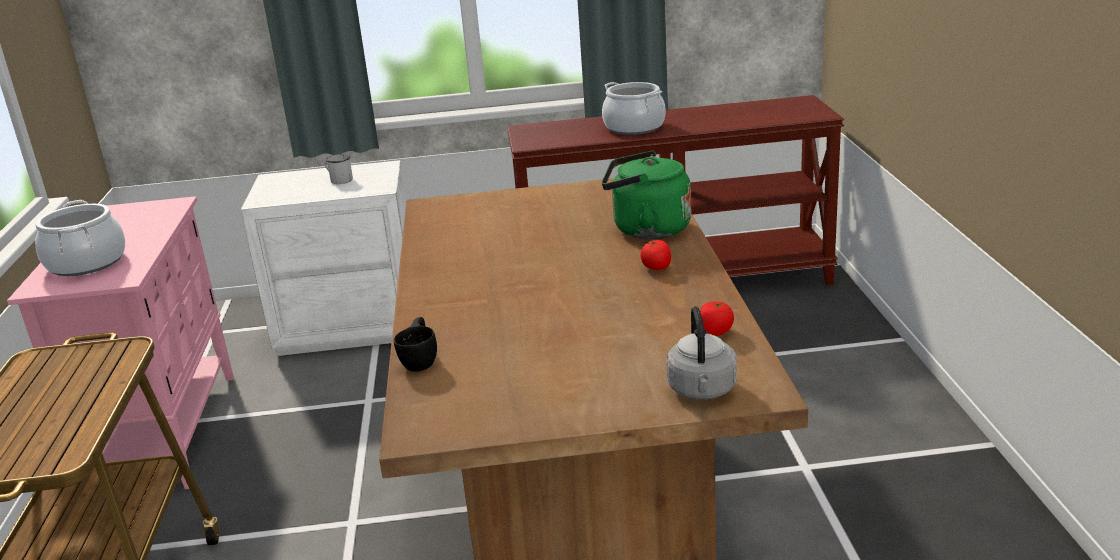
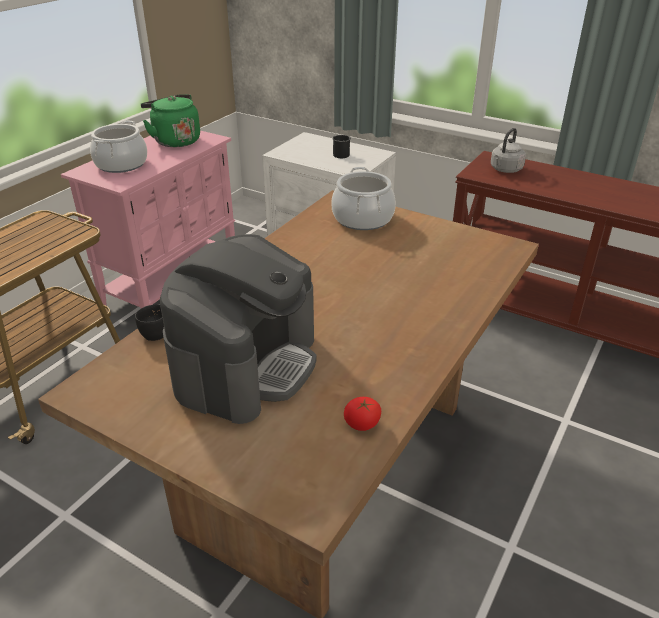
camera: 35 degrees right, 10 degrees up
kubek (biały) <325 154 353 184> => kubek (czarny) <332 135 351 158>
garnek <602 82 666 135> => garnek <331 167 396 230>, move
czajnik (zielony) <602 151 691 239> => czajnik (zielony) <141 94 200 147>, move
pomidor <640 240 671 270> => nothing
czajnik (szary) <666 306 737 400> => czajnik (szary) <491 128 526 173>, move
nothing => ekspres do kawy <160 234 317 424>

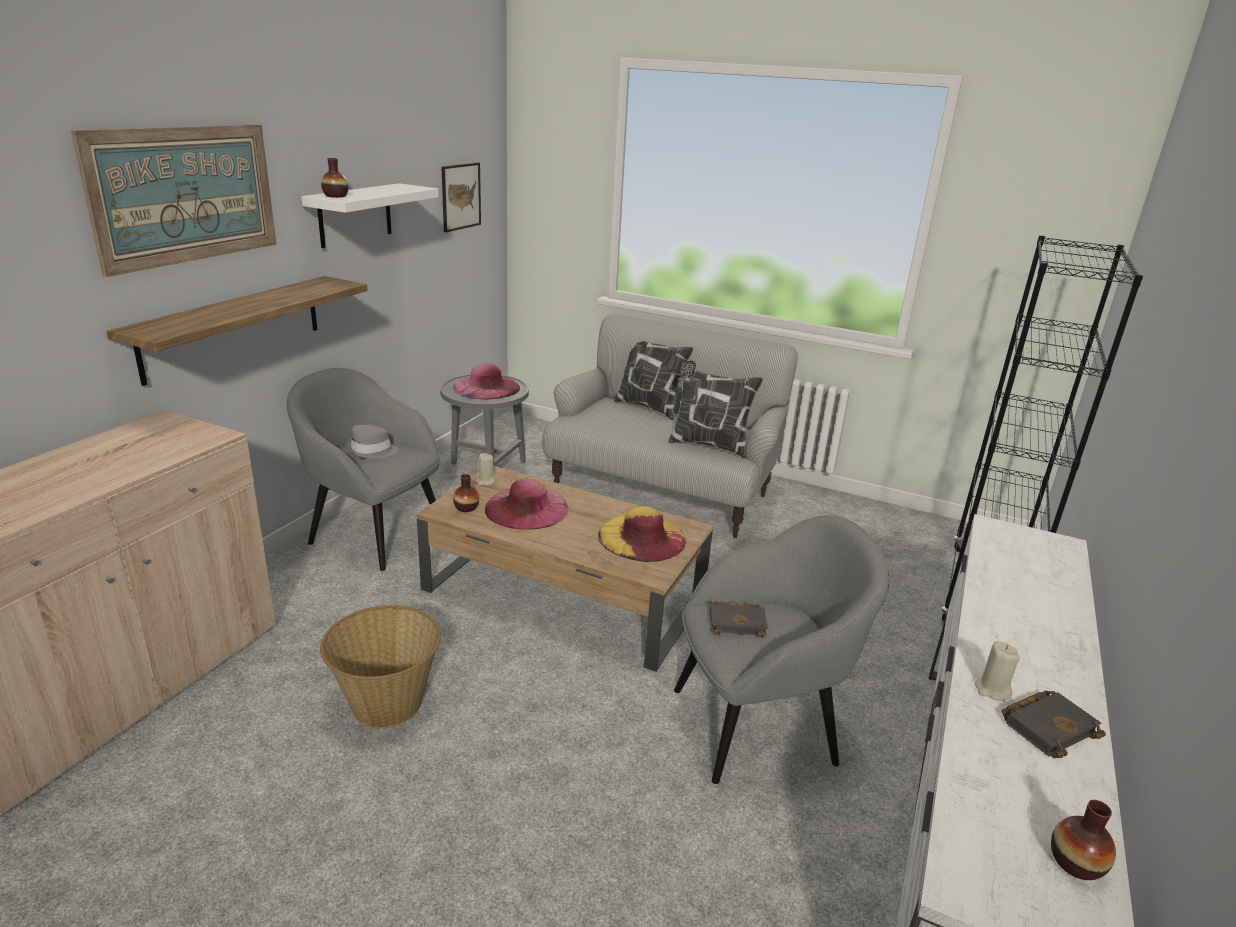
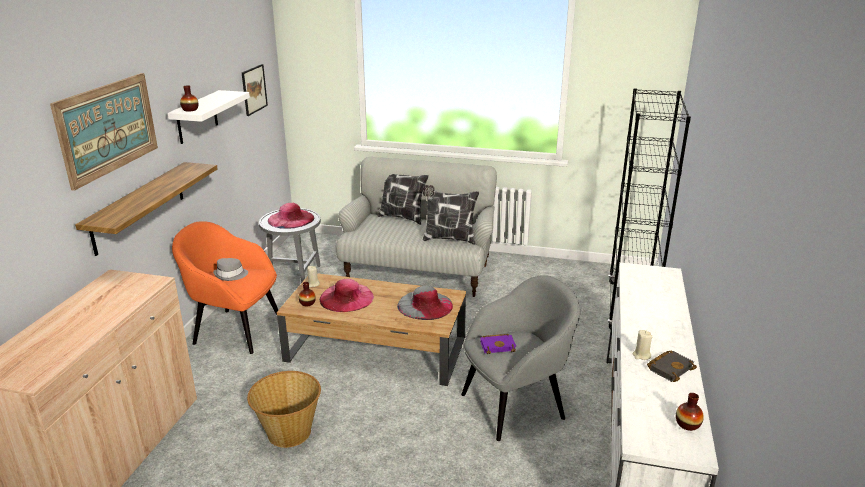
camera: 10 degrees left, 0 degrees up
fotel (szary) <287 368 441 571> => fotel (pomarańczowy) <172 221 278 354>
kapelusz (żółty) <598 506 686 562> => kapelusz (szary) <397 286 453 320>
książka (czarny) <710 601 768 638> => książka (fioletowy) <480 334 516 354>

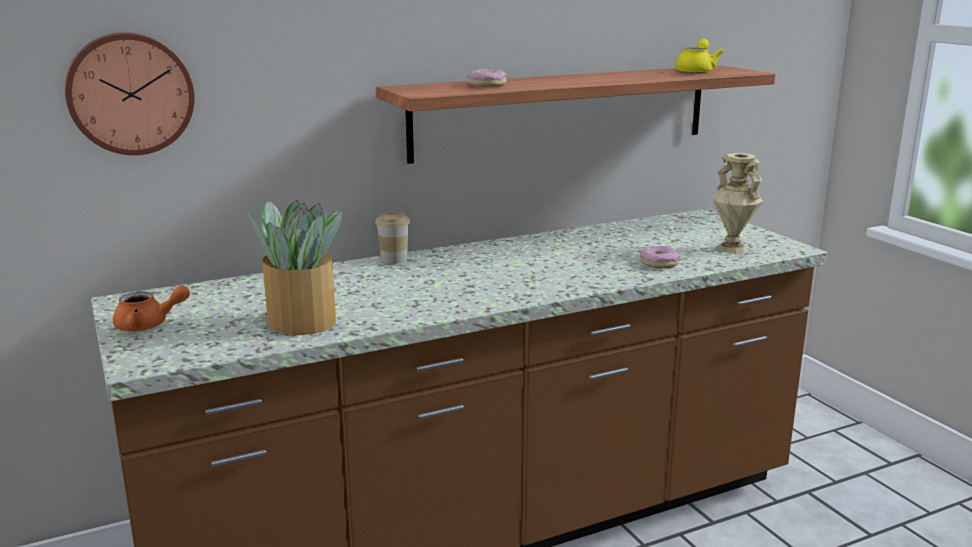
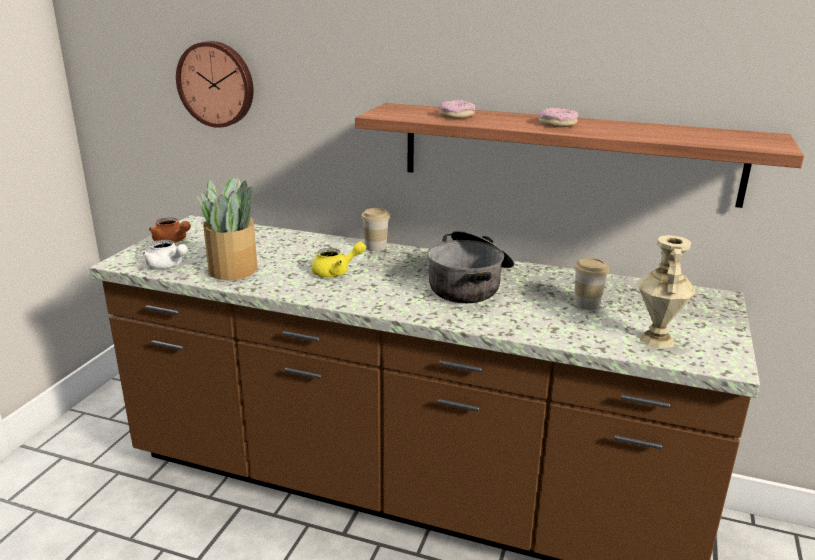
camera: 45 degrees right, 5 degrees up
donut <640 246 680 268> => donut <539 108 578 127>, move
imbryk (żółty) <675 39 724 73> => imbryk (żółty) <311 242 366 277>, move
nothing => imbryk (biały) <142 240 188 269>
nothing => garnek <427 231 514 303>
nothing => filiżanka <574 258 609 310>

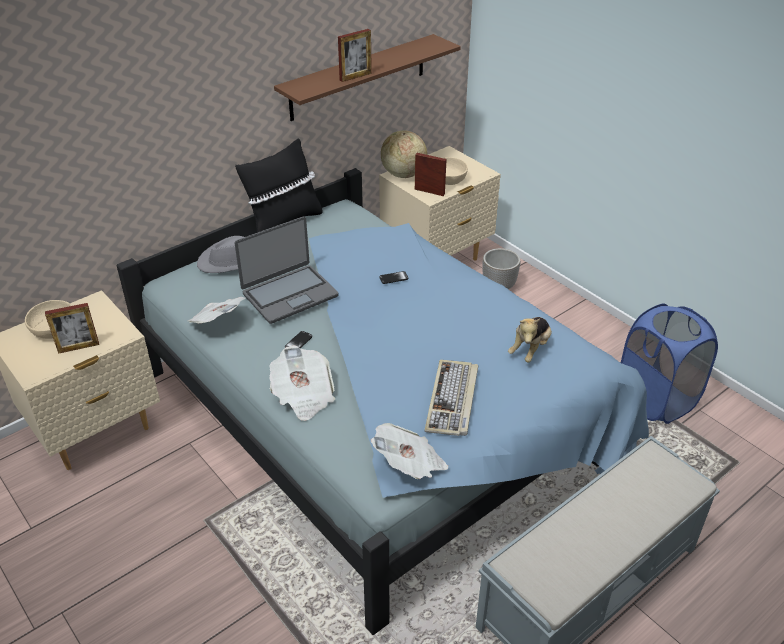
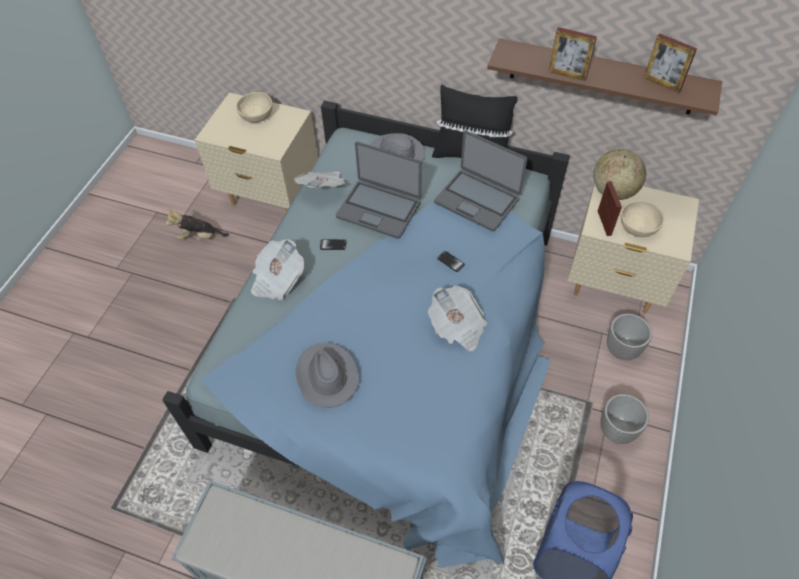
camera: 60 degrees right, 15 degrees up
ramka na zdjęcie <45 303 99 354> => ramka na zdjęcie <644 34 697 93>, move
gazeta <370 423 448 480> => gazeta <428 286 487 351>, move
klawiatura <425 360 478 436> => kapelusz (szary) <295 343 359 408>
pluszak <508 317 552 362> => pluszak <165 209 229 240>, move
nothing => laptop <434 130 527 231>
nothing => donica <600 394 649 444>

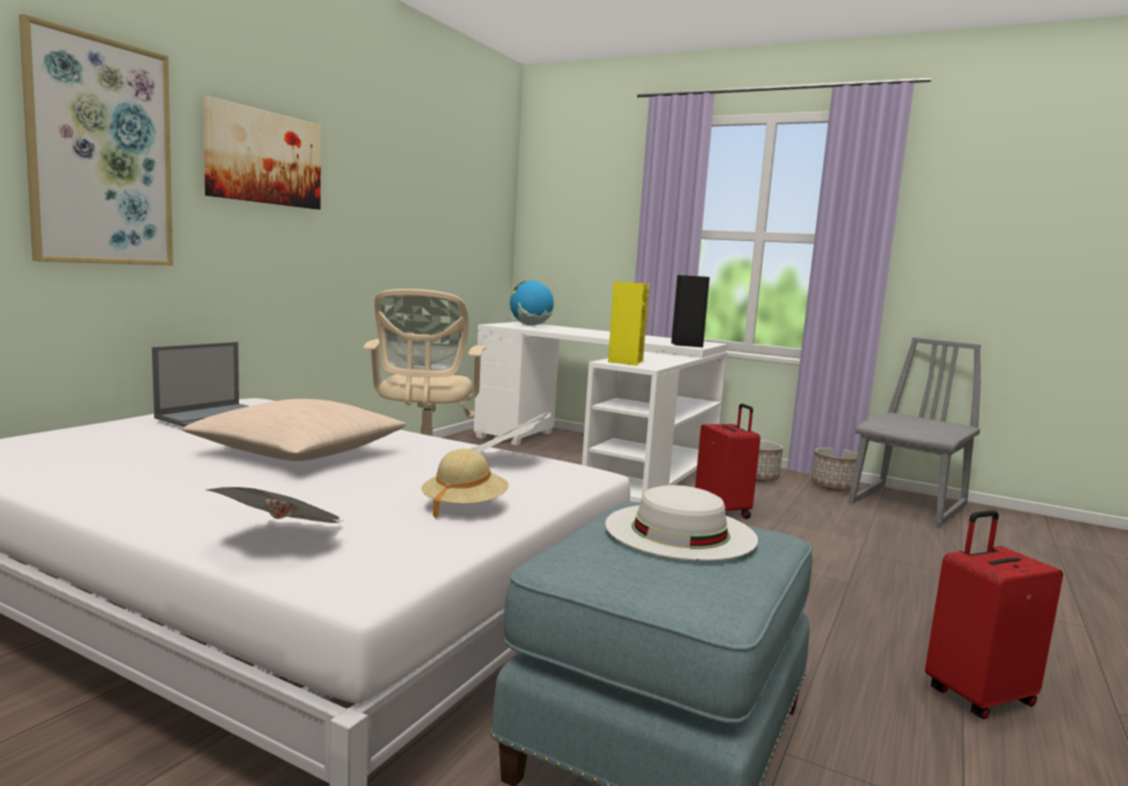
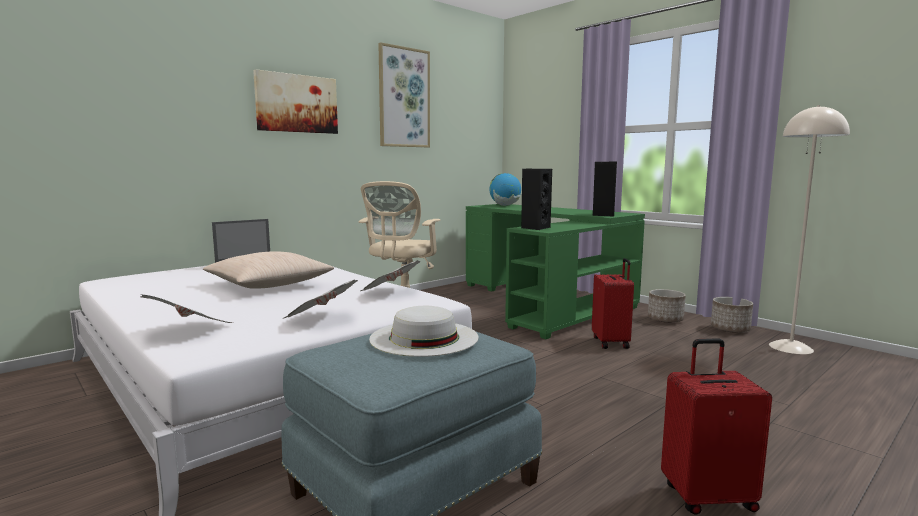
camera: 20 degrees right, 0 degrees up
obraz <19 14 173 265> => obraz <378 42 430 147>, move
kapelusz (beżowy) <421 449 509 519> => gazeta <284 279 358 318>
biurko (biały) <474 322 728 502> => biurko (zielony) <466 204 645 339>
głośnik (żółty) <608 282 649 366> => głośnik (czarny) <521 169 552 230>
krzesło (szary) <849 337 981 526> => lampa stojąca (beżowy) <769 105 850 354>

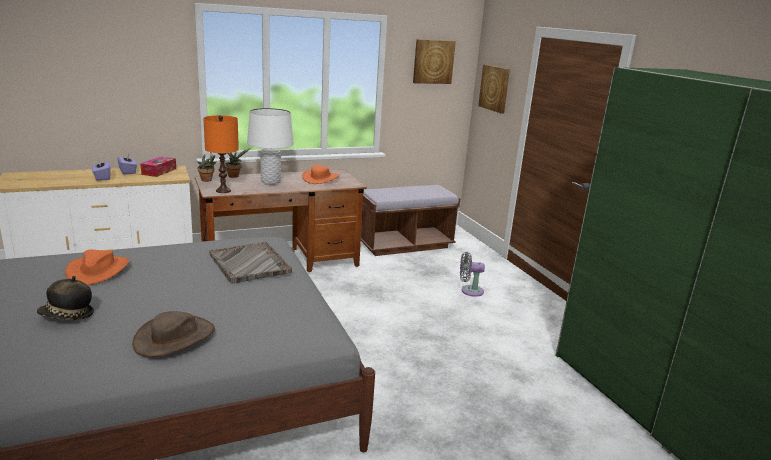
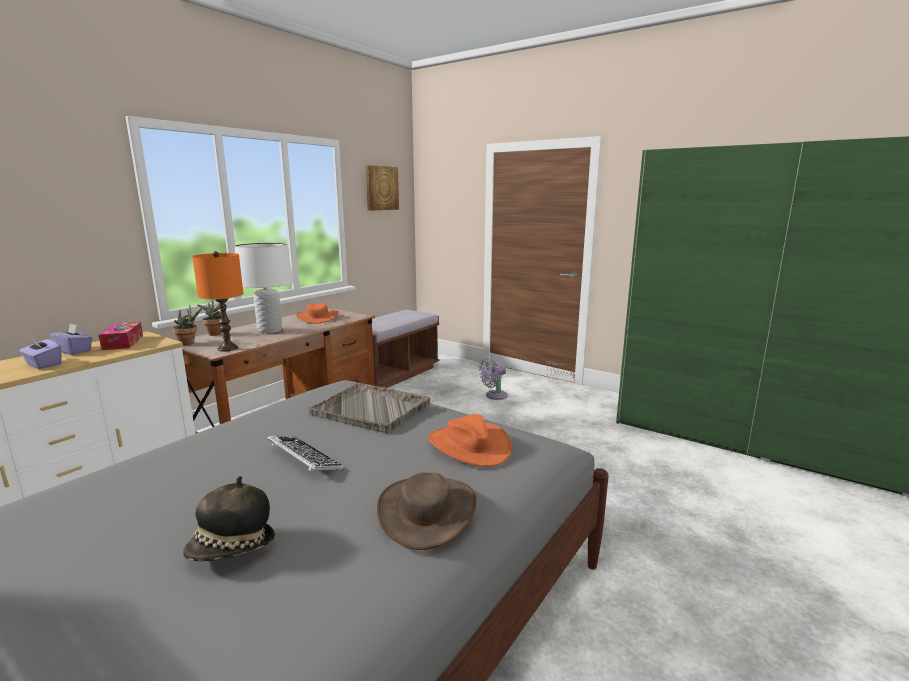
camera: 30 degrees left, 5 degrees down
kapelusz (pomarańczowy) <65 250 129 285> => kapelusz (pomarańczowy) <428 414 512 467>, move
obraz <478 64 510 113> => nothing
nothing => klawiatura <267 436 344 471>

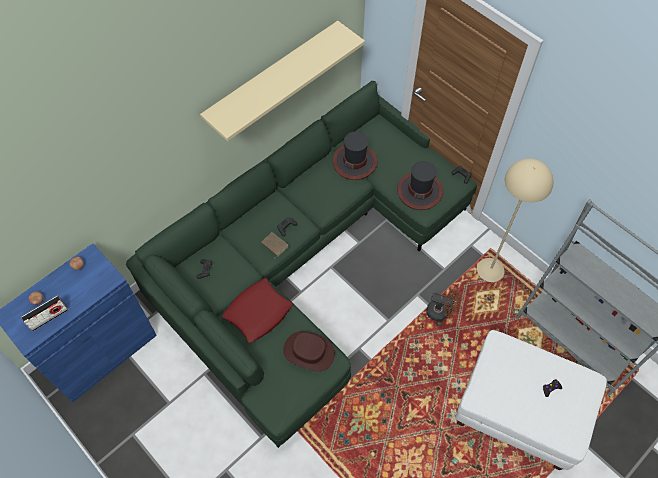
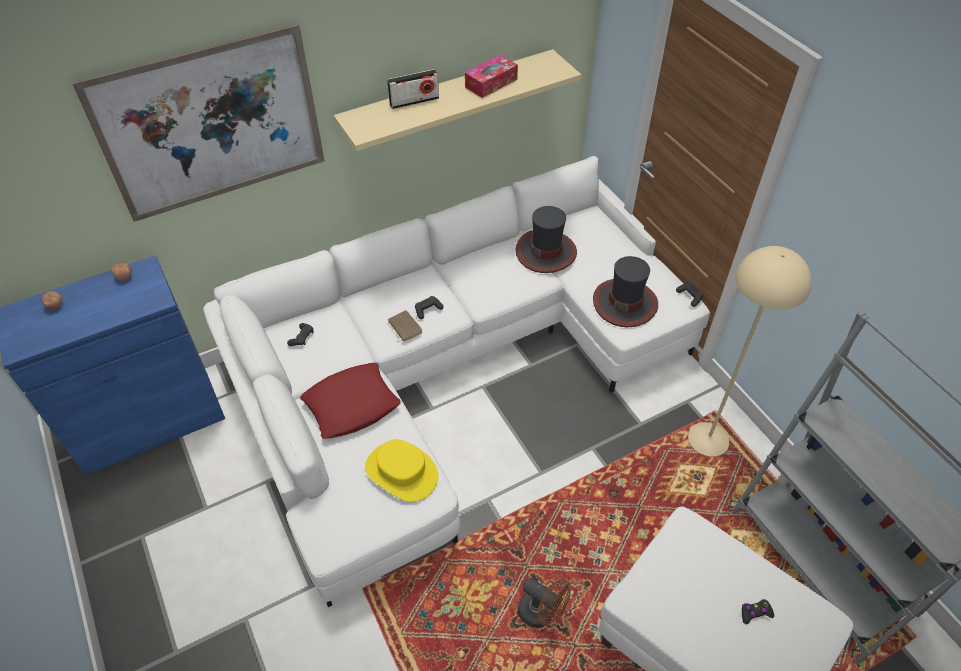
camera: 15 degrees right, 10 degrees down
radio <21 295 68 331> => radio <387 69 439 109>, move
kanapa (zielony) <126 81 477 448> => kanapa (biały) <203 156 710 607>
kapelusz (brązowy) <283 331 335 372> => kapelusz (żółty) <365 439 439 502>
wentylator (brązowy) <426 288 460 321> => wentylator (brązowy) <518 578 571 628>, move
nothing => obraz <72 24 325 222>
nothing => pudełko chusteczek <465 55 518 98>

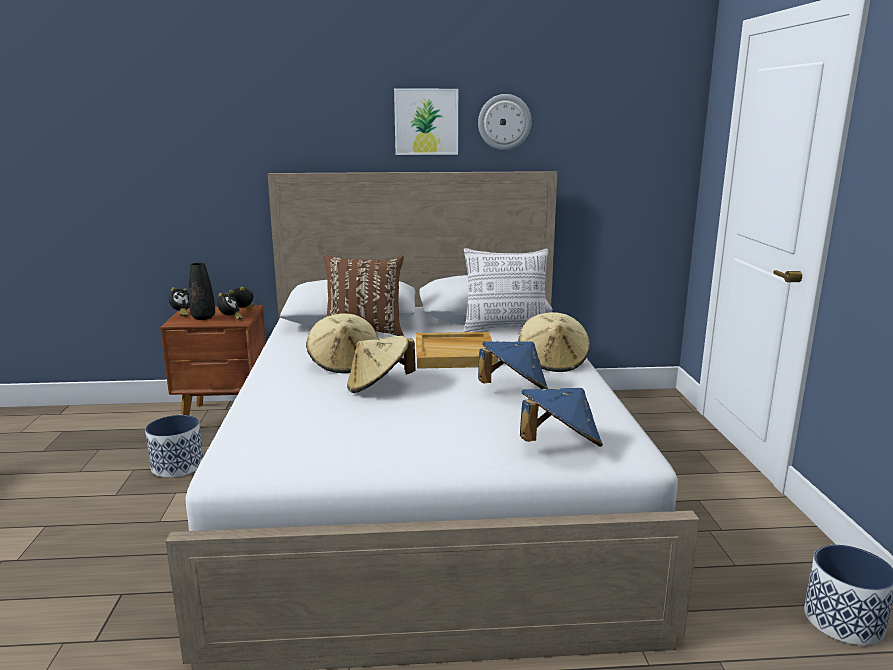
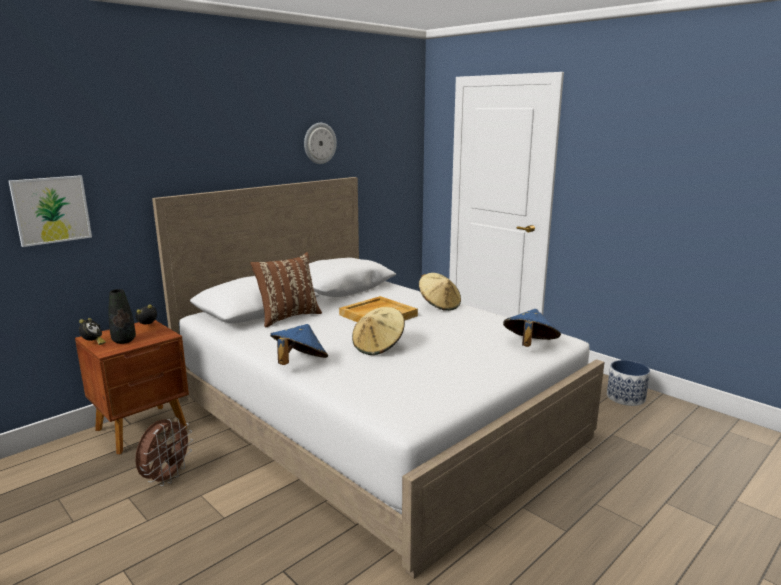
camera: 40 degrees left, 0 degrees up
donica <145 415 203 478> => wentylator (brązowy) <135 417 193 486>
budzik <217 293 243 320> => nothing
kapelusz (beżowy) <306 314 378 373> => nothing
obraz <394 89 458 155> => obraz <9 175 92 247>, move
poduszka <464 248 549 332> => nothing
kapelusz (niebieski) <478 341 548 389> => kapelusz (niebieski) <270 324 328 365>, move

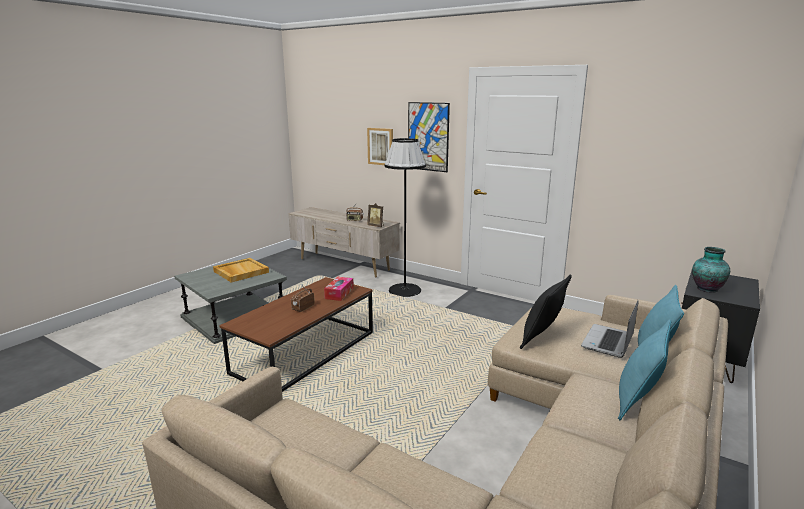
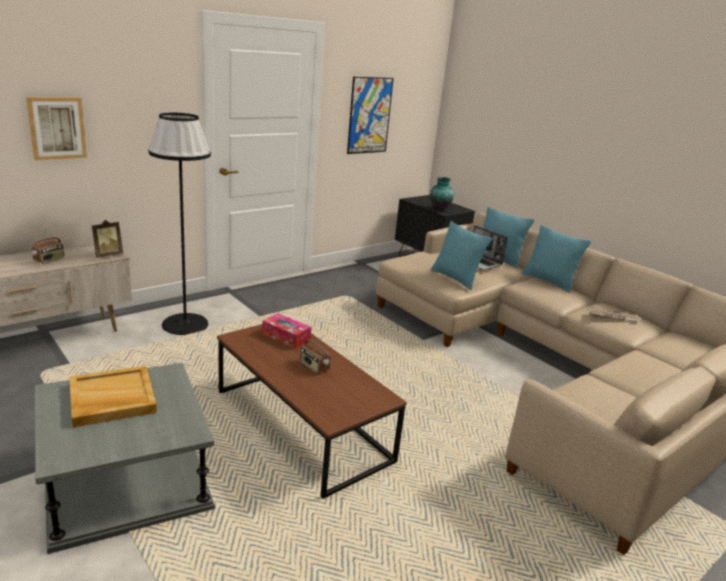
camera: 75 degrees left, 5 degrees up
obraz <408 102 450 172> => obraz <347 77 394 154>, move
poduszka (czarny) <520 274 572 349> => poduszka (turkusowy) <431 221 493 290>
nothing => gazeta <587 309 641 322>

